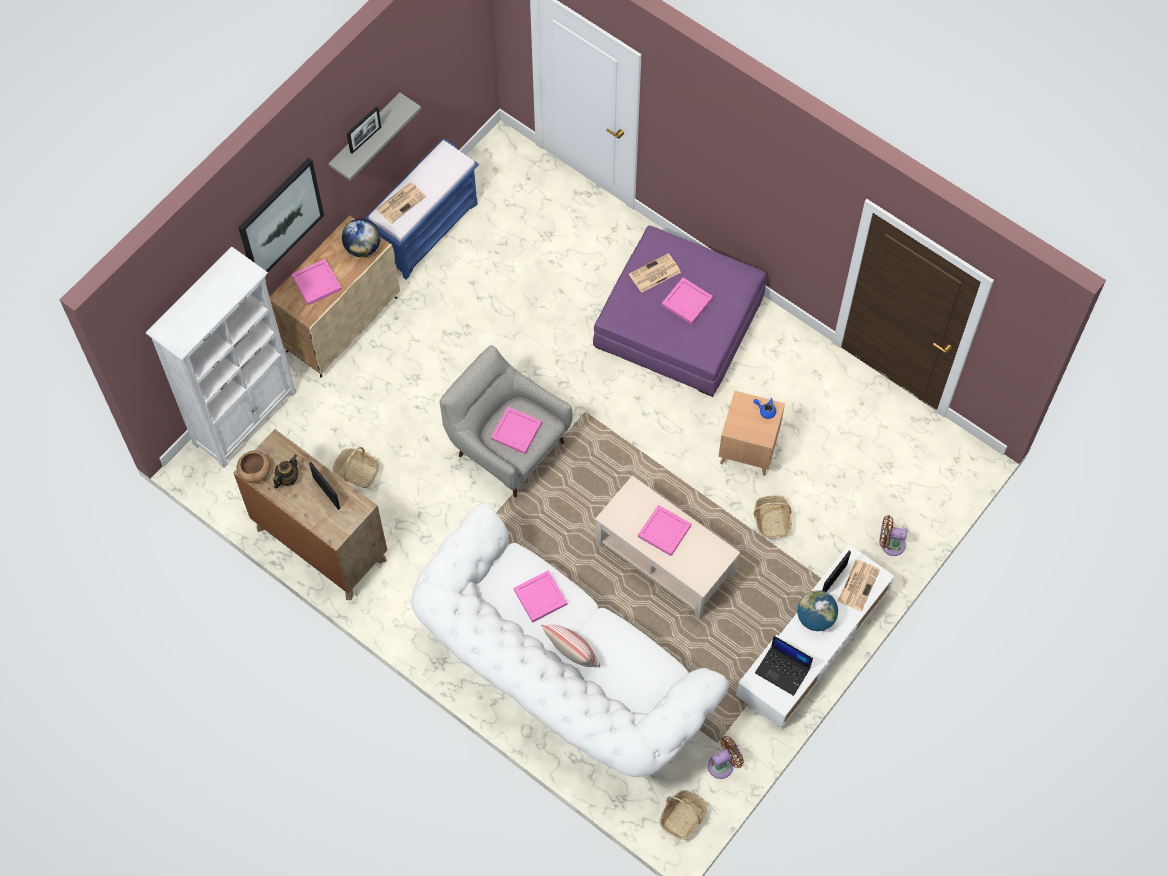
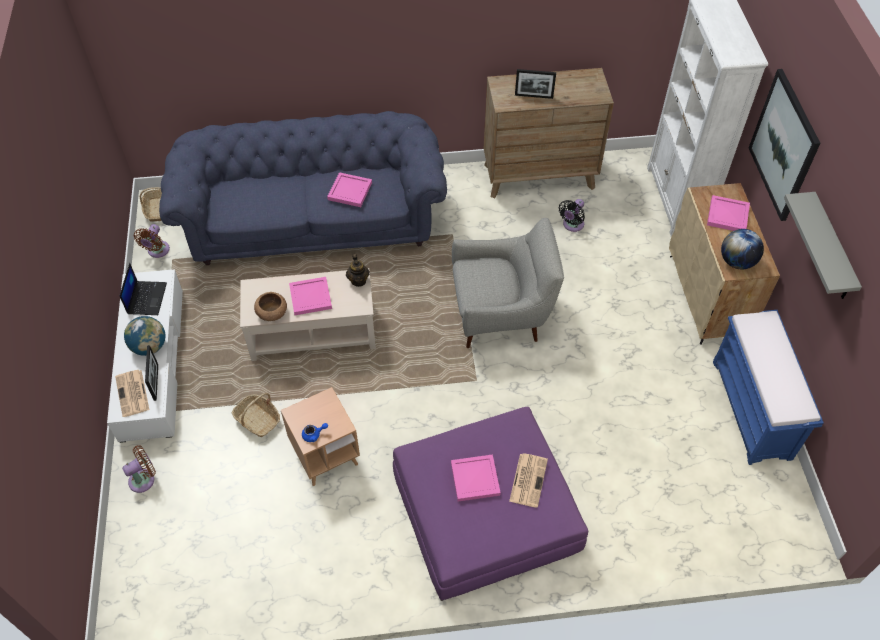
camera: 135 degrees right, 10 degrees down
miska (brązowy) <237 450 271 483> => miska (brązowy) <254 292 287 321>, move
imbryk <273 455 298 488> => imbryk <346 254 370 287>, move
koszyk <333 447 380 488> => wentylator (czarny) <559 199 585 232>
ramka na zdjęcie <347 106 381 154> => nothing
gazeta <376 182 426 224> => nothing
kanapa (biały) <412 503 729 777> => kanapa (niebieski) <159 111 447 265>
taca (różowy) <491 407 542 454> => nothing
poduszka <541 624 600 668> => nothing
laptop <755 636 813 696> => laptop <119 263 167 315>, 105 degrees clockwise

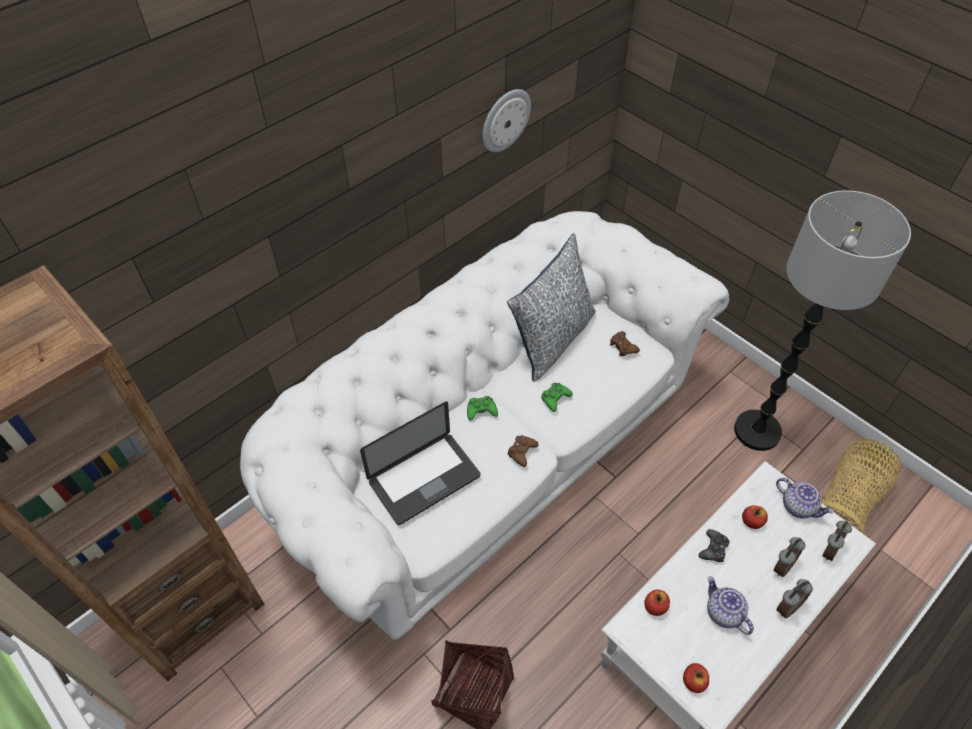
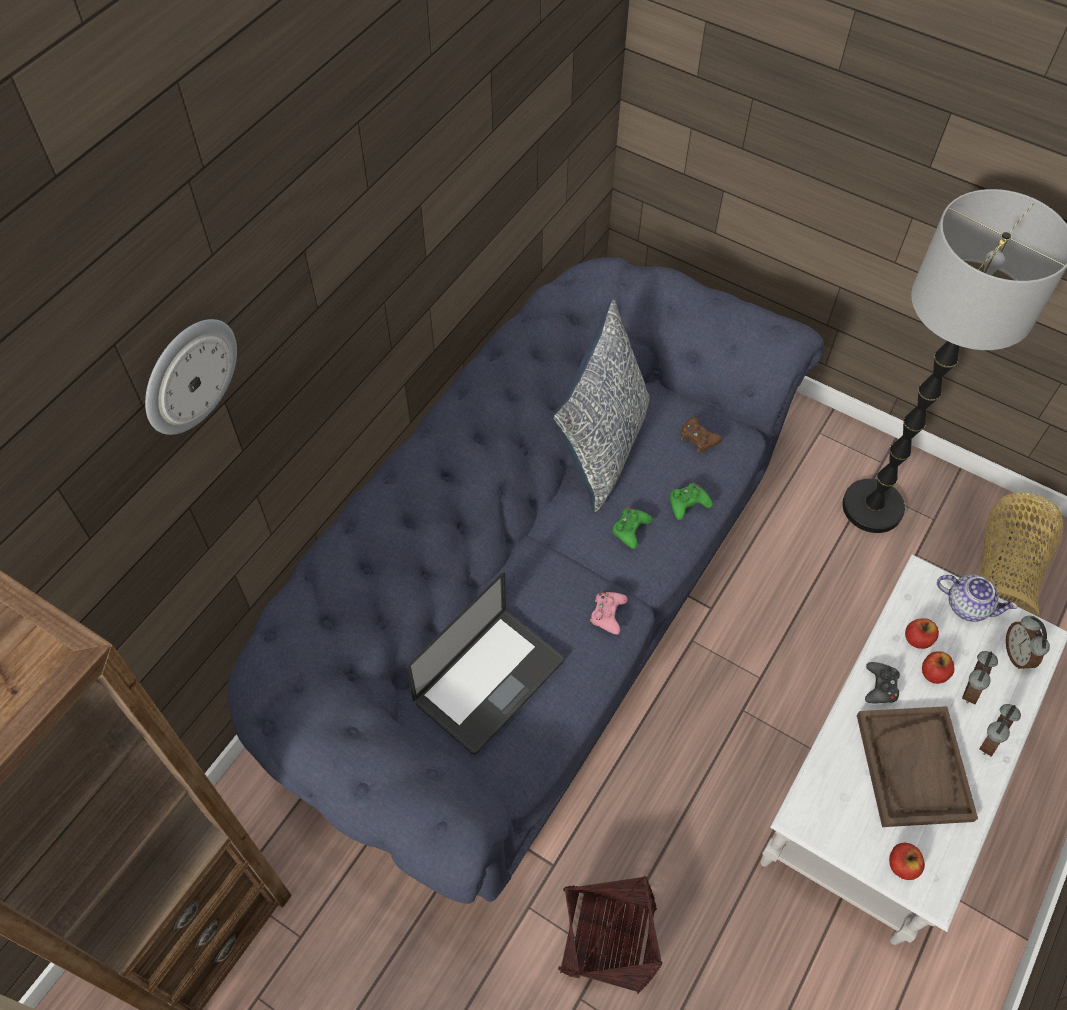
camera: 15 degrees left, 5 degrees up
kanapa (biały) <240 211 729 640> => kanapa (niebieski) <227 257 824 904>
pad do gier (zielony) <467 396 498 421> => pad do gier (zielony) <670 483 713 520>, move
zegar ścienny <482 89 531 152> => zegar ścienny <145 319 237 435>, move
pad do gier (brązowy) <508 435 539 467> => pad do gier (różowy) <590 591 627 634>
jabłko <644 590 670 616> => jabłko <922 651 954 684>, move
imbryk <707 576 754 635> => taca (brązowy) <857 706 978 827>
budzik <822 521 852 561> => budzik <1006 616 1050 669>, 150 degrees clockwise

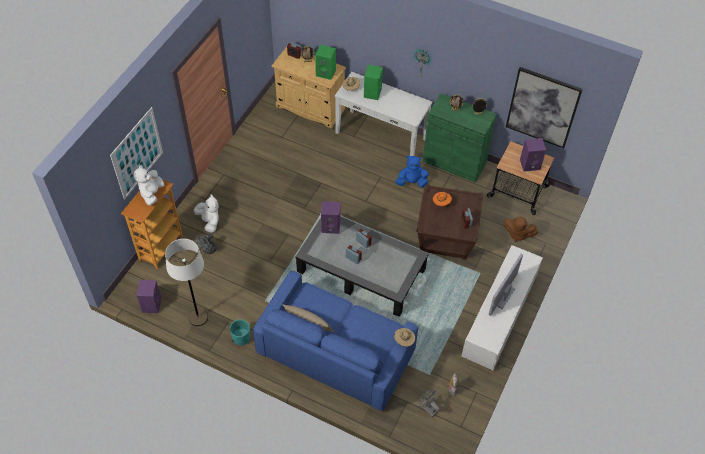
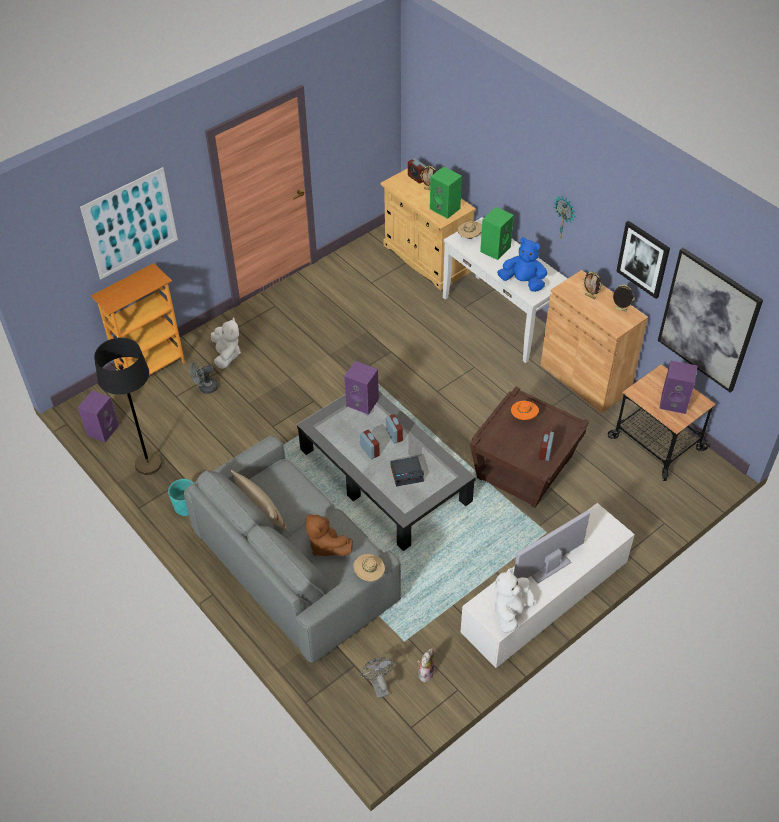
camera: 25 degrees right, 5 degrees down
pluszak (biały) <134 165 164 206> => pluszak (biały) <495 568 534 633>, move
lampa stojąca (biały) <165 239 208 326> => lampa stojąca (czarny) <94 337 162 475>
kanapa (niebieski) <253 271 419 411> => kanapa (szary) <184 435 401 664>
pluszak (niebieski) <395 156 429 188> => pluszak (niebieski) <497 237 547 292>, move
szafka (zielony) <423 93 497 183> => szafka (brązowy) <541 270 648 413>
pluszak (brązowy) <504 217 538 242> => pluszak (brązowy) <305 514 353 556>, move
nothing => budzik <390 456 424 486>
nothing => obraz <616 221 670 299>

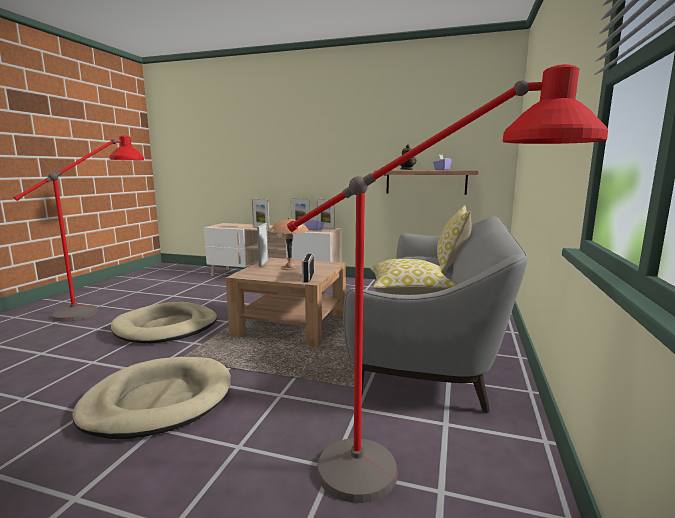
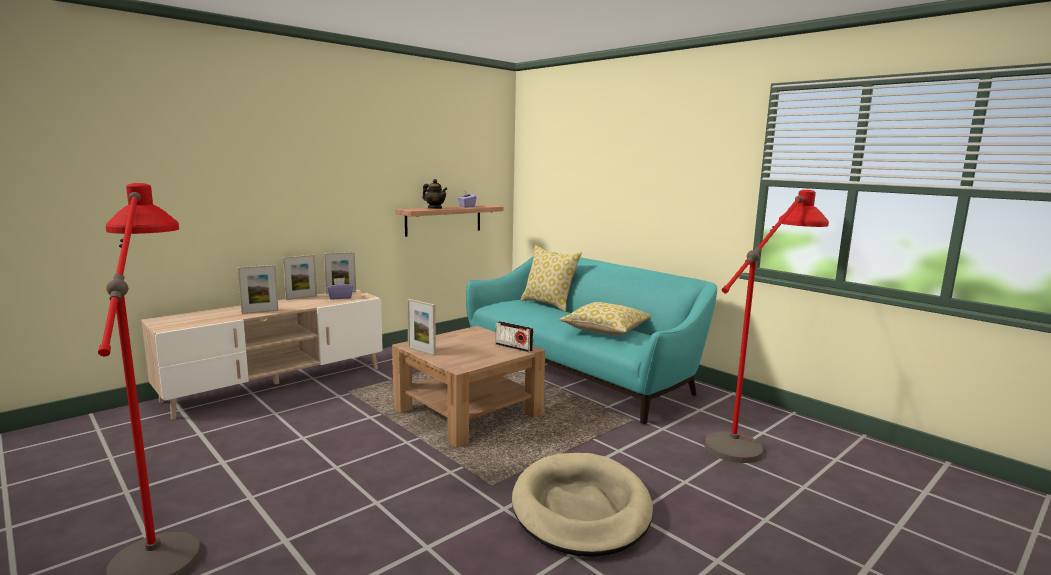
camera: 60 degrees left, 0 degrees up
legowisko (beżowy) <111 302 217 344> => nothing
lampa stołowa (brązowy) <269 217 309 270> => nothing
kanapa (szary) <343 216 527 413> => kanapa (turkusowy) <466 252 717 424>

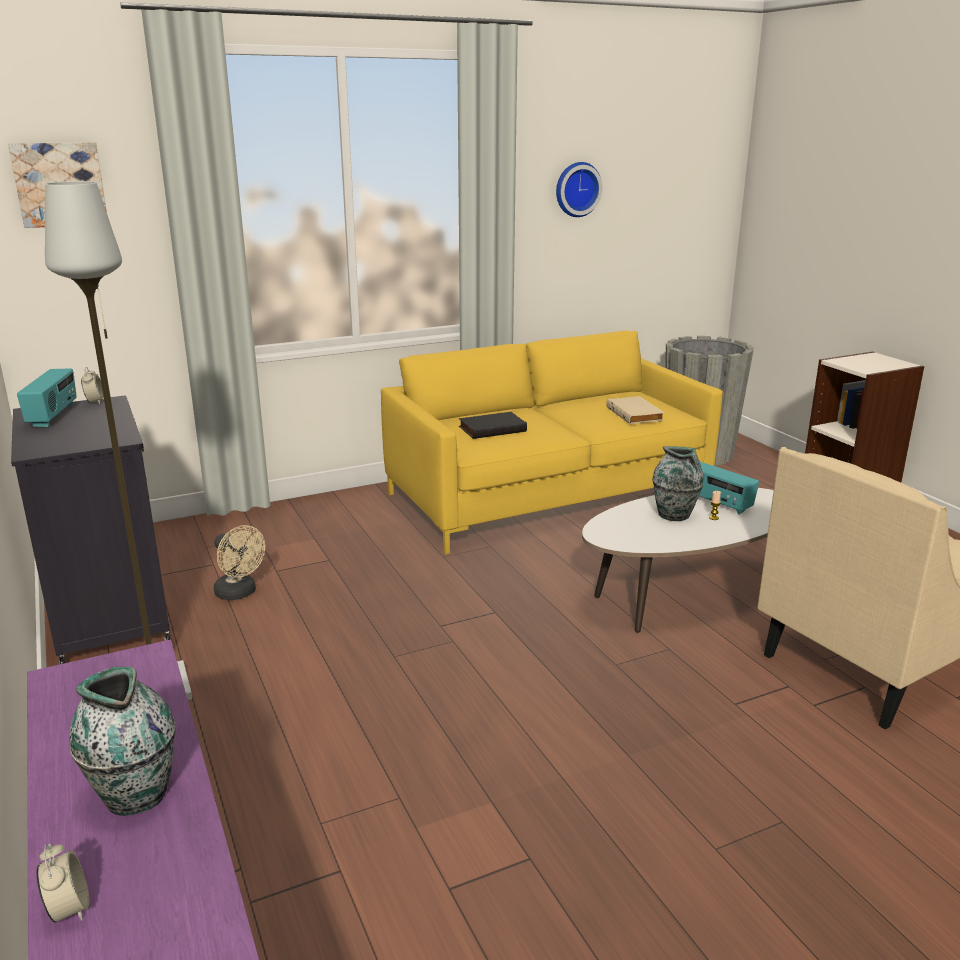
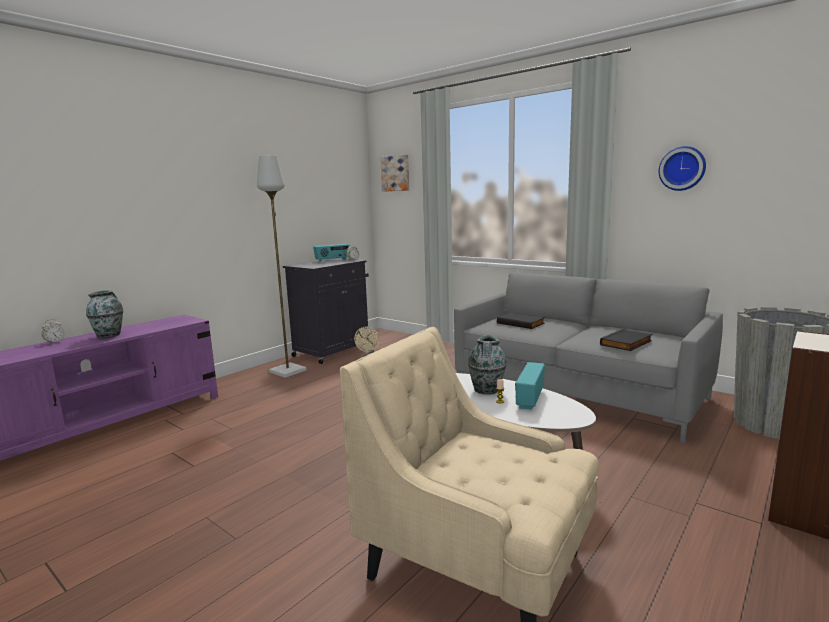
camera: 65 degrees right, 10 degrees down
kanapa (żółty) <381 330 723 554> => kanapa (szary) <454 272 723 444>
książka (beżowy) <606 396 664 424> => książka (czarny) <600 329 652 351>

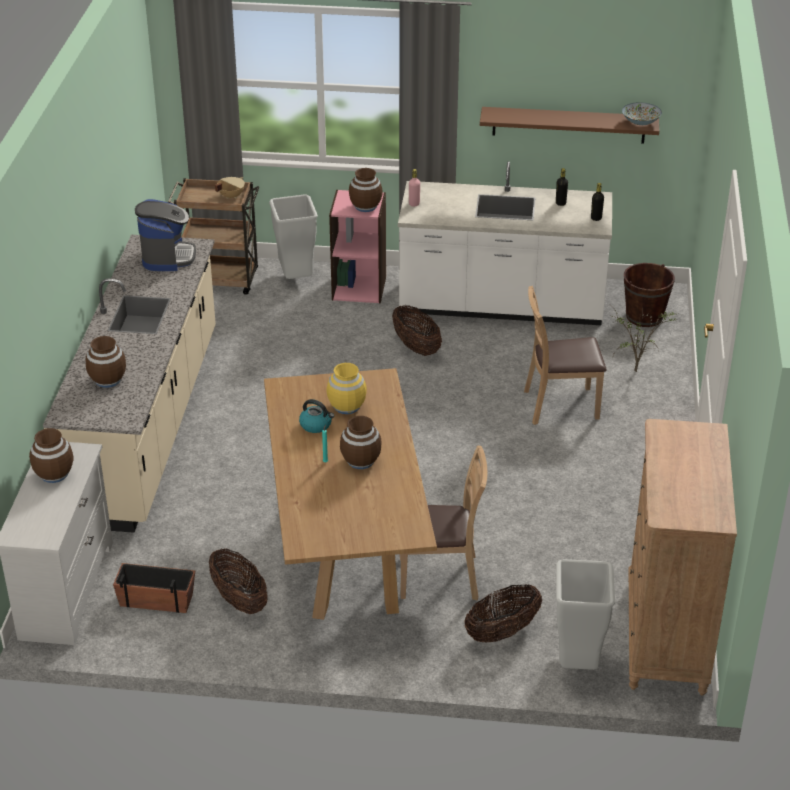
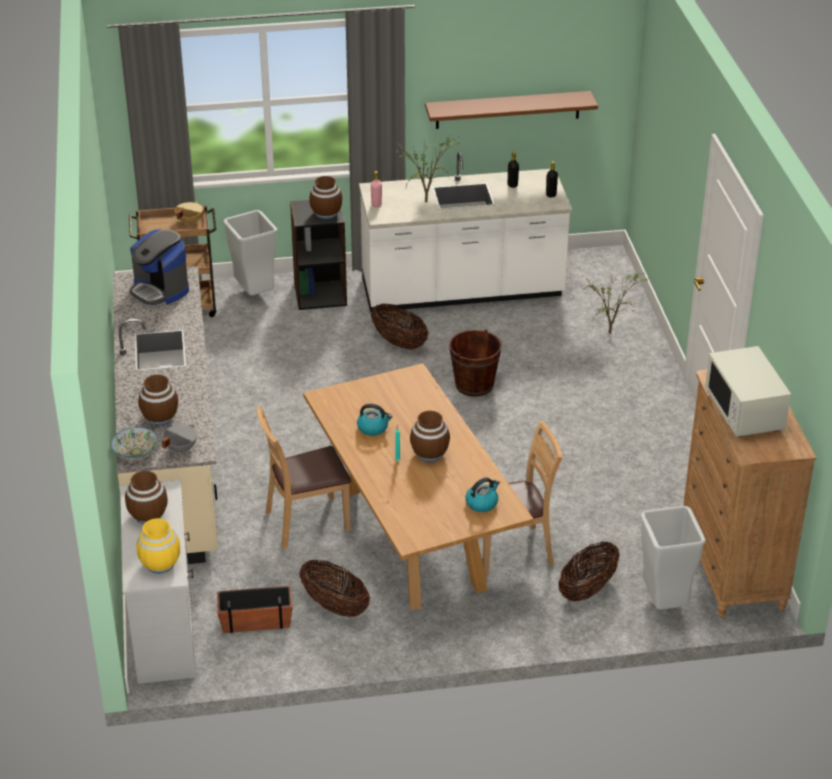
camera: 15 degrees left, 0 degrees up
ekspres do kawy <135 199 196 271> => ekspres do kawy <129 229 189 305>, 150 degrees clockwise
wazon (żółty) <327 363 367 414> => wazon (żółty) <137 518 180 574>, move
regał (różowy) <329 190 386 303> => regał (czarny) <290 200 347 310>
krzesło (brązowy) <524 286 607 425> => krzesło (brązowy) <257 406 351 549>, move
miska <622 102 662 125> => miska <111 427 158 459>, move
wiadro (brązowy) <624 263 675 327> => wiadro (brązowy) <449 329 502 397>, move
nothing => garnek (szary) <162 424 197 453>
nothing => roślina doniczkowa <396 136 460 202>
nothing => czajnik <465 477 500 512>
nothing => mikrofalówka (biały) <705 346 791 437>

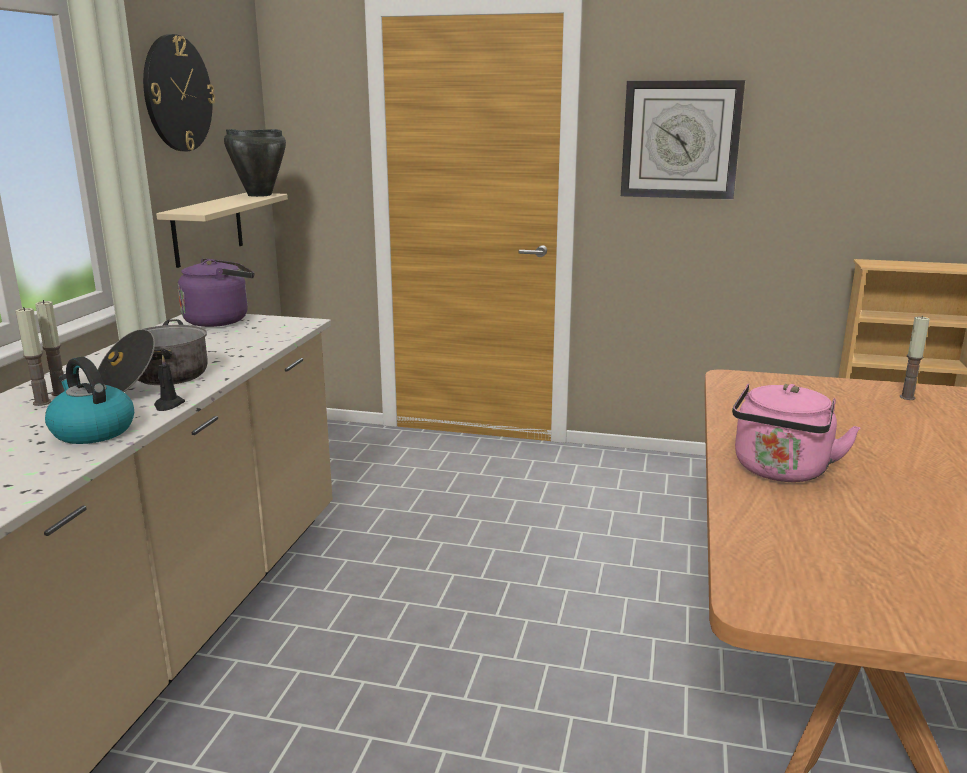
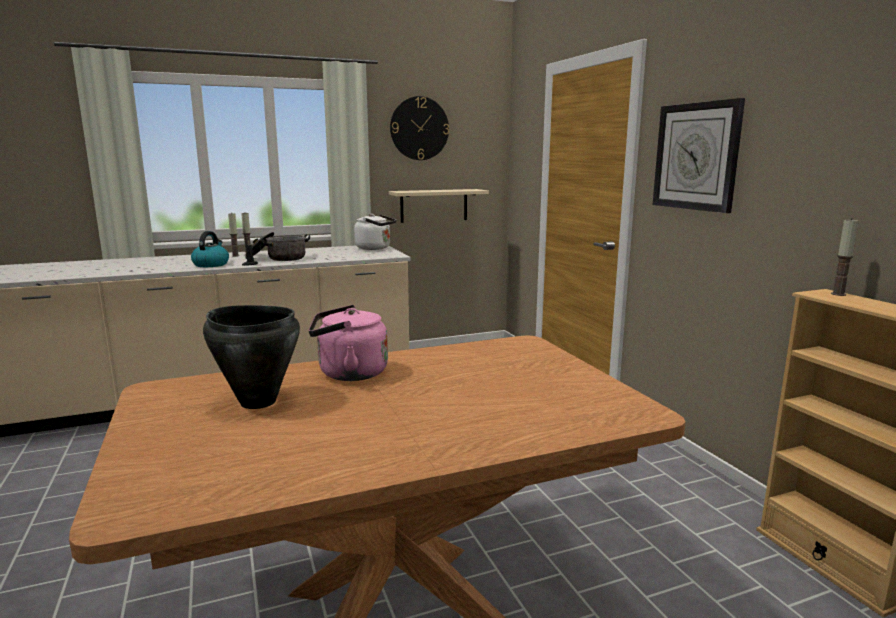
camera: 55 degrees right, 5 degrees down
czajnik (fioletowy) <178 258 254 327> => czajnik (biały) <354 214 396 250>
garnek (czarny) <224 129 286 197> => garnek (czarny) <203 305 300 409>, move
świeca <900 316 930 400> => świeca <831 218 859 296>, move

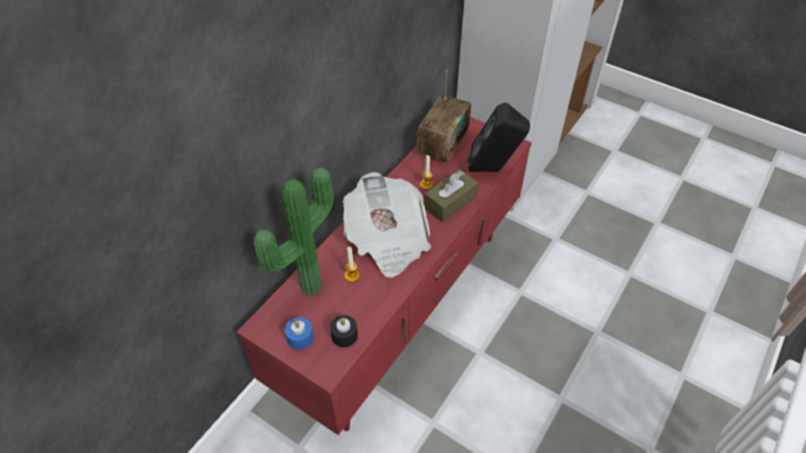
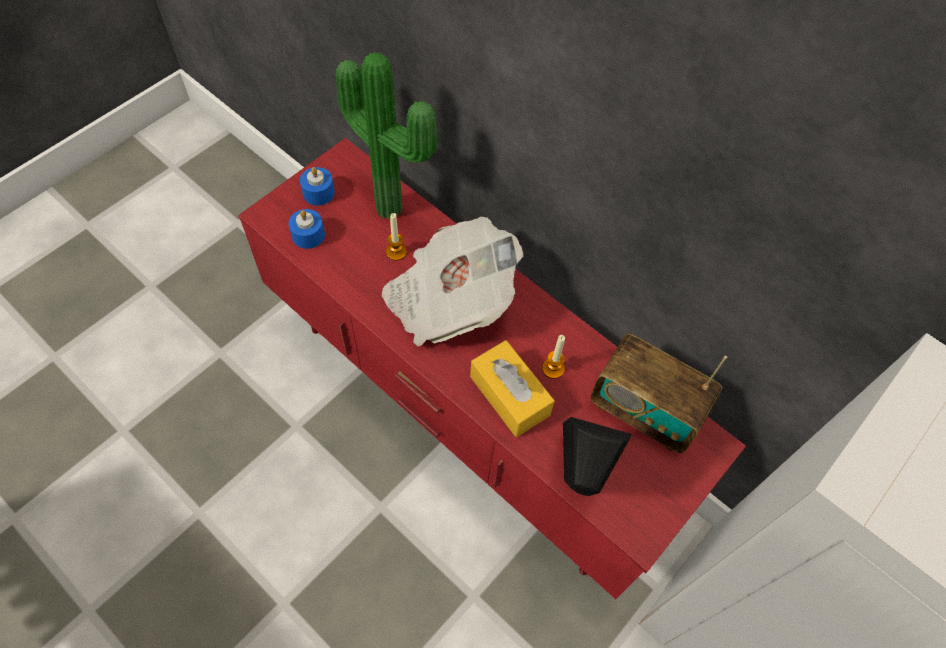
camera: 95 degrees right, 10 degrees up
świeca (czarny) <330 315 358 347> => świeca (niebieski) <288 209 325 249>
pudełko chusteczek (brązowy) <424 169 478 222> => pudełko chusteczek (żółty) <470 340 555 437>

